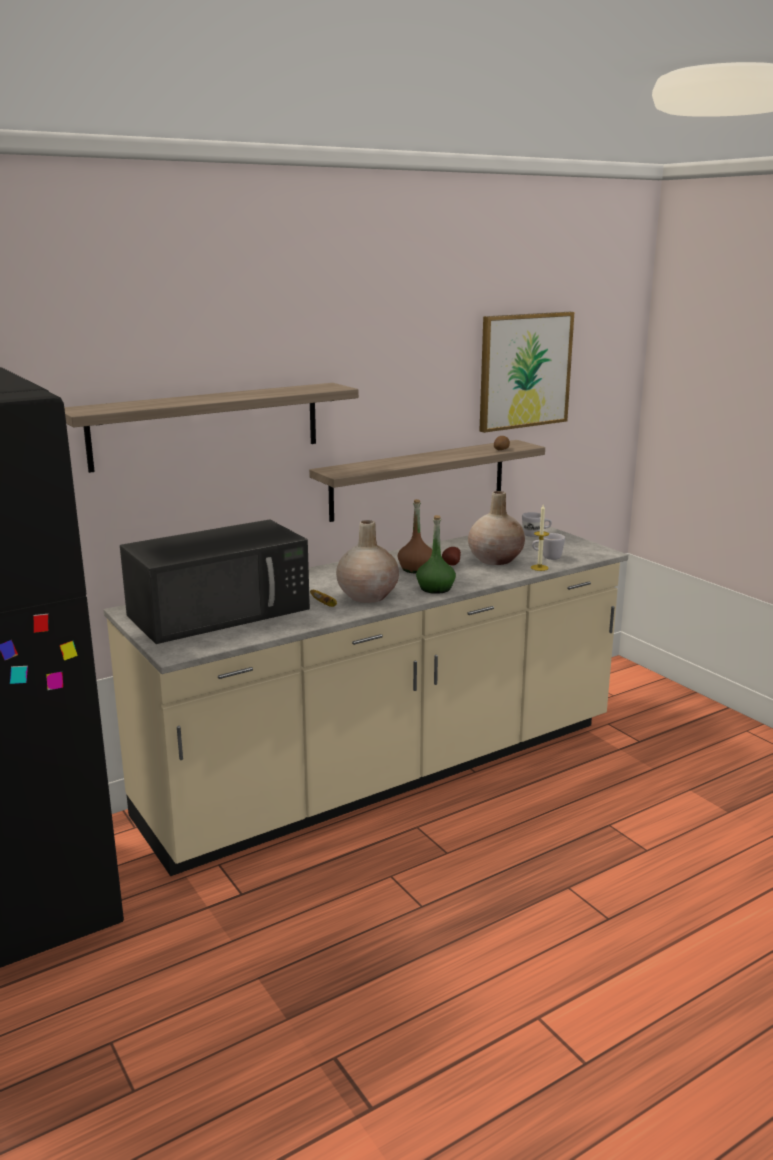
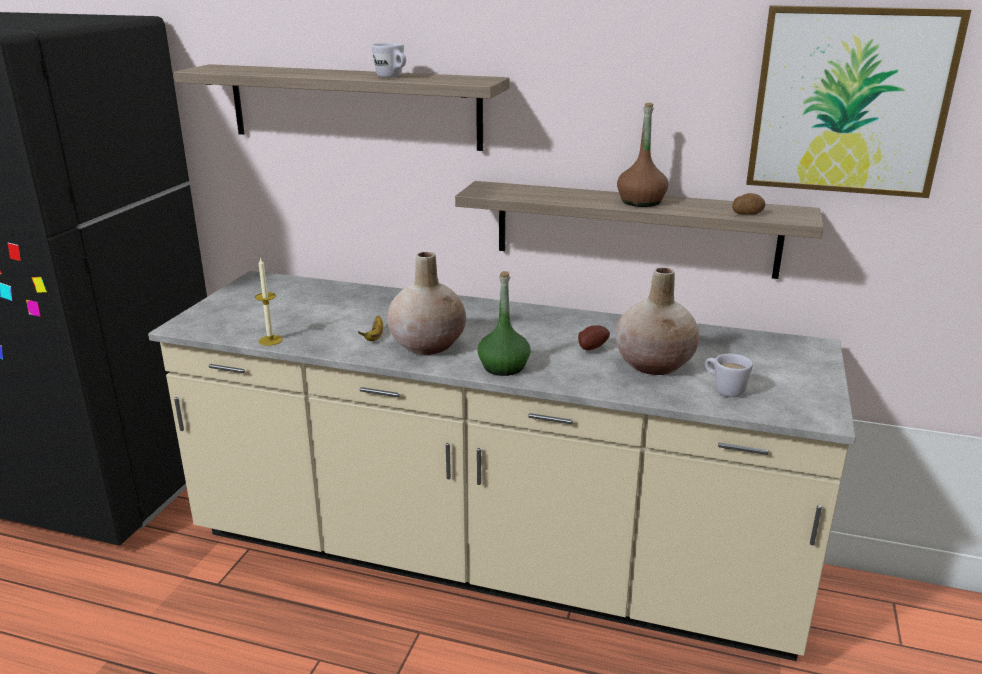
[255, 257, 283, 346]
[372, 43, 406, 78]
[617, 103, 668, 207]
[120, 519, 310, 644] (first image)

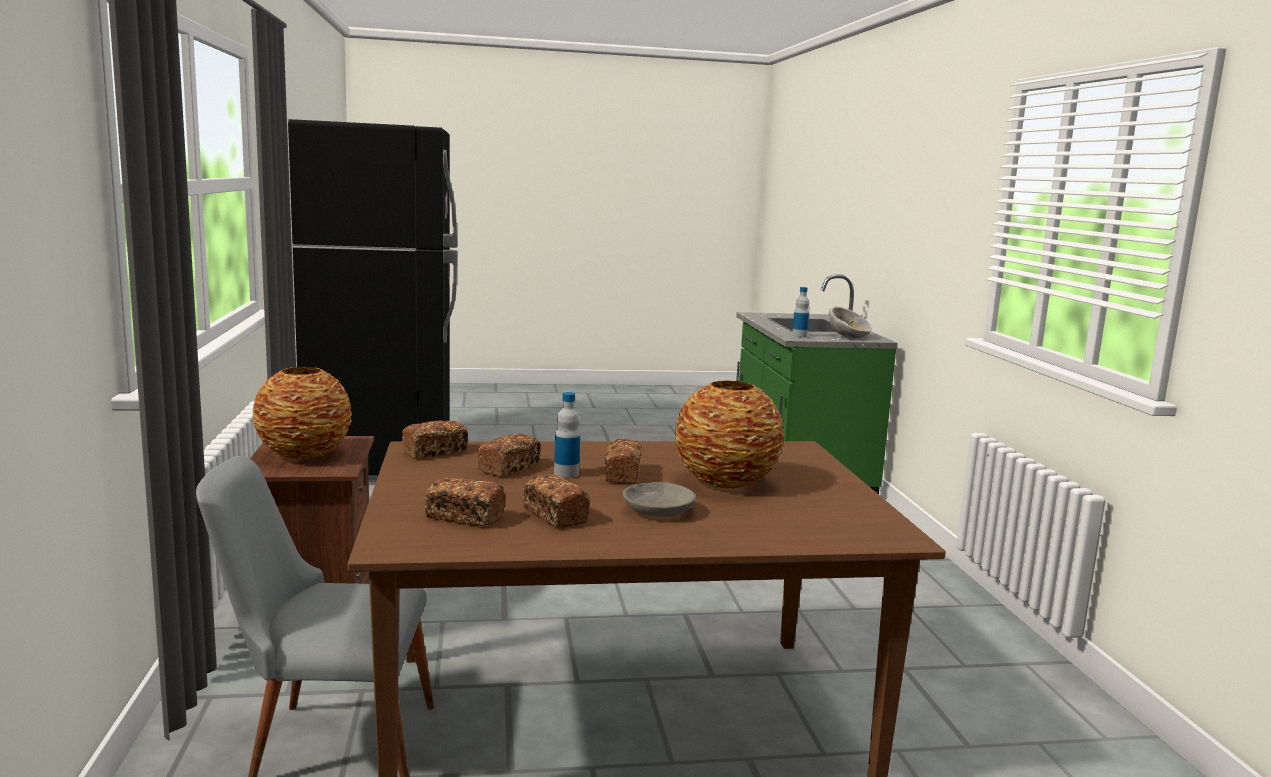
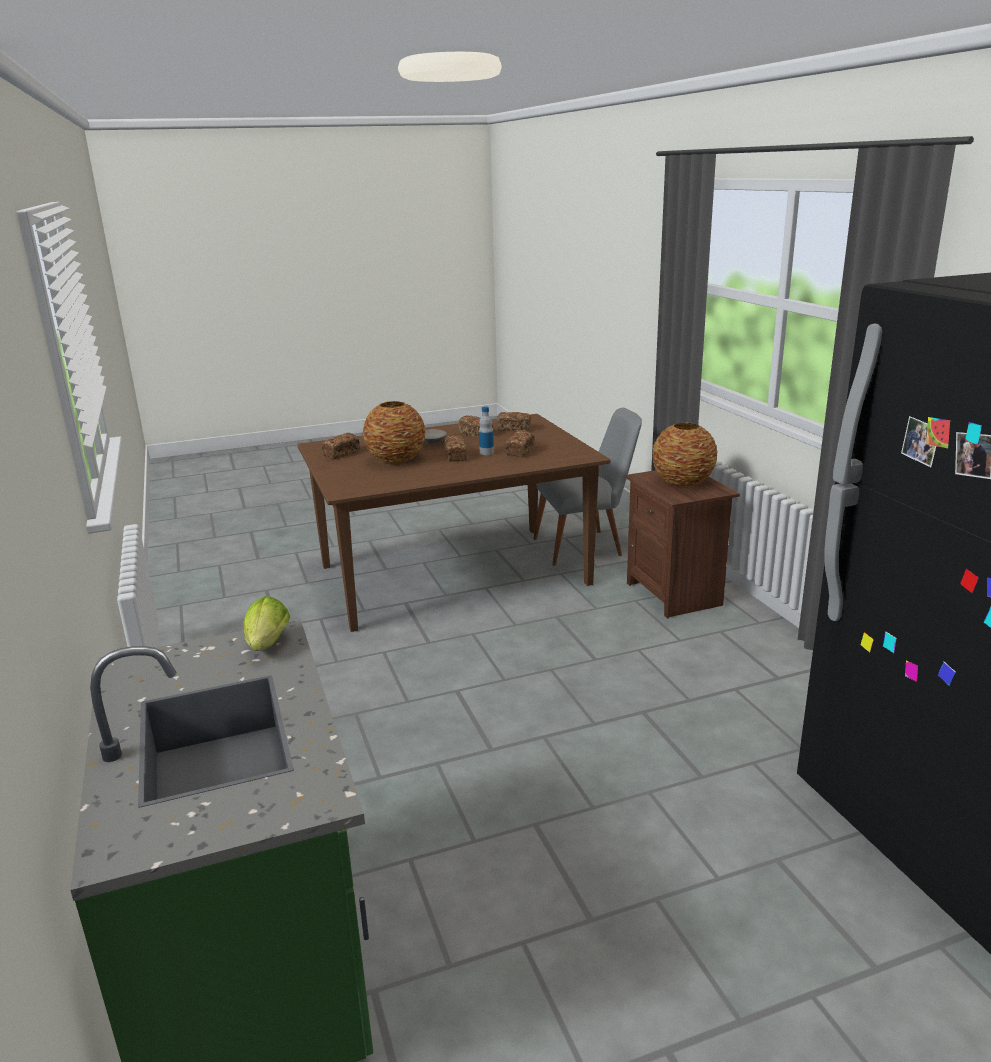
[244, 596, 290, 651]
[322, 433, 360, 459]
[829, 306, 871, 339] (first image)

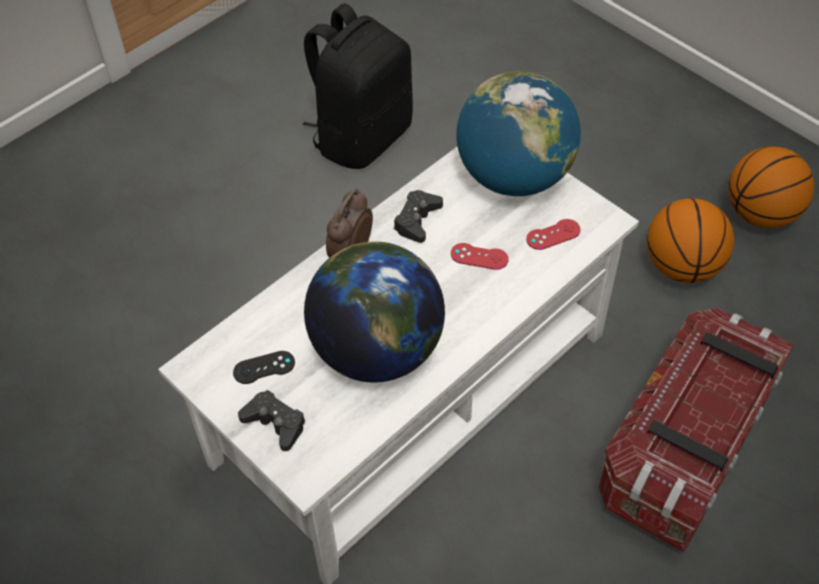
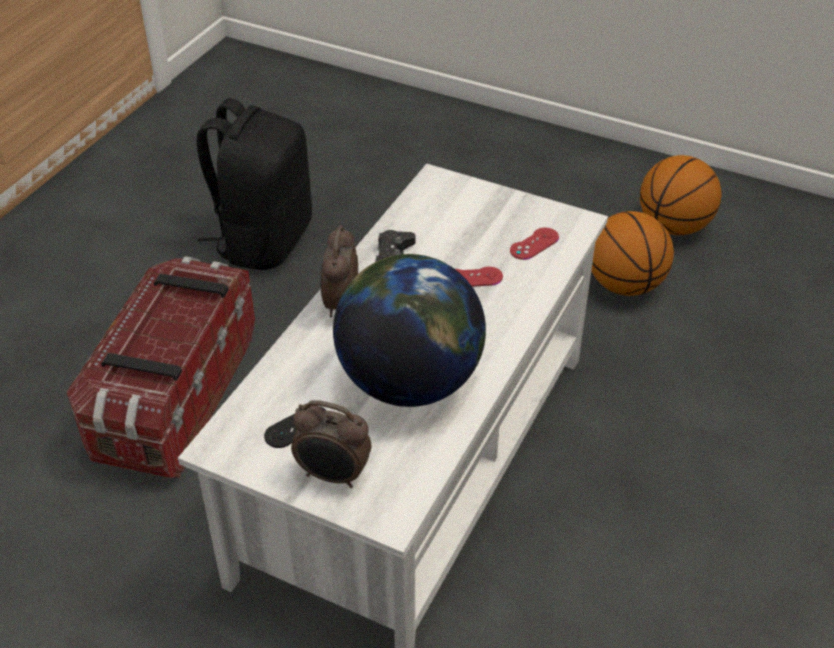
[67, 256, 255, 478]
[291, 400, 371, 488]
[456, 72, 581, 196] (first image)

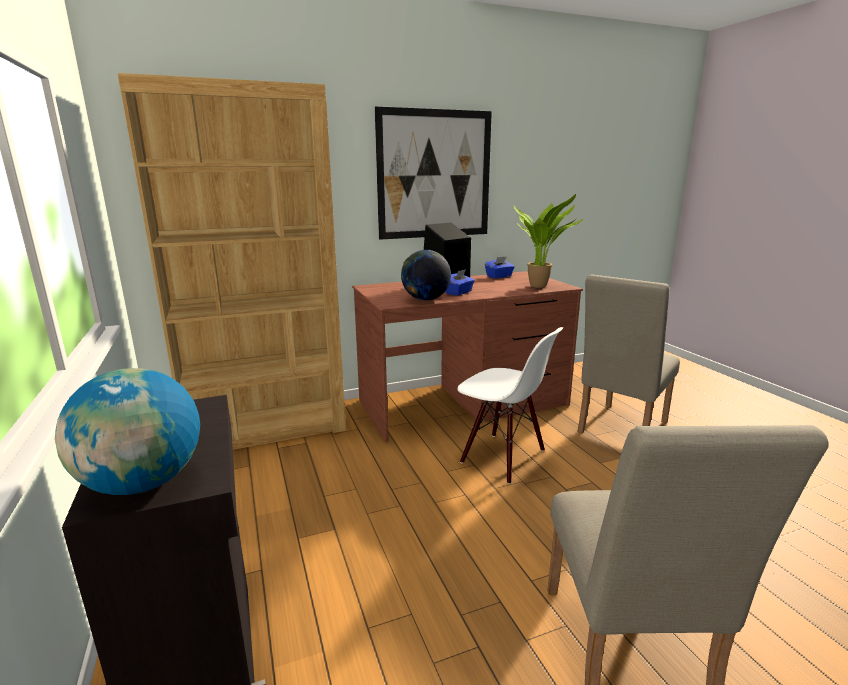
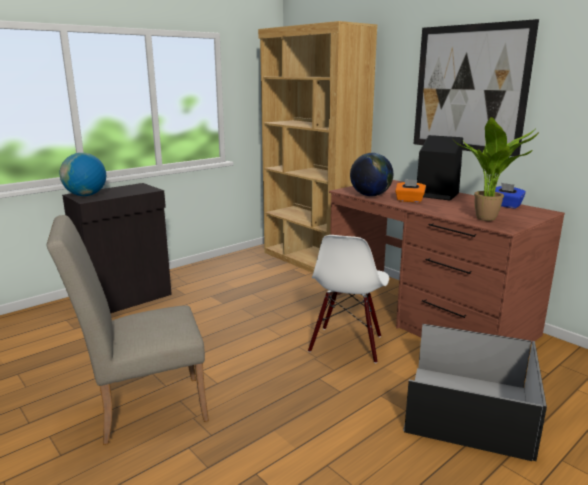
[395, 179, 426, 203]
[403, 324, 547, 461]

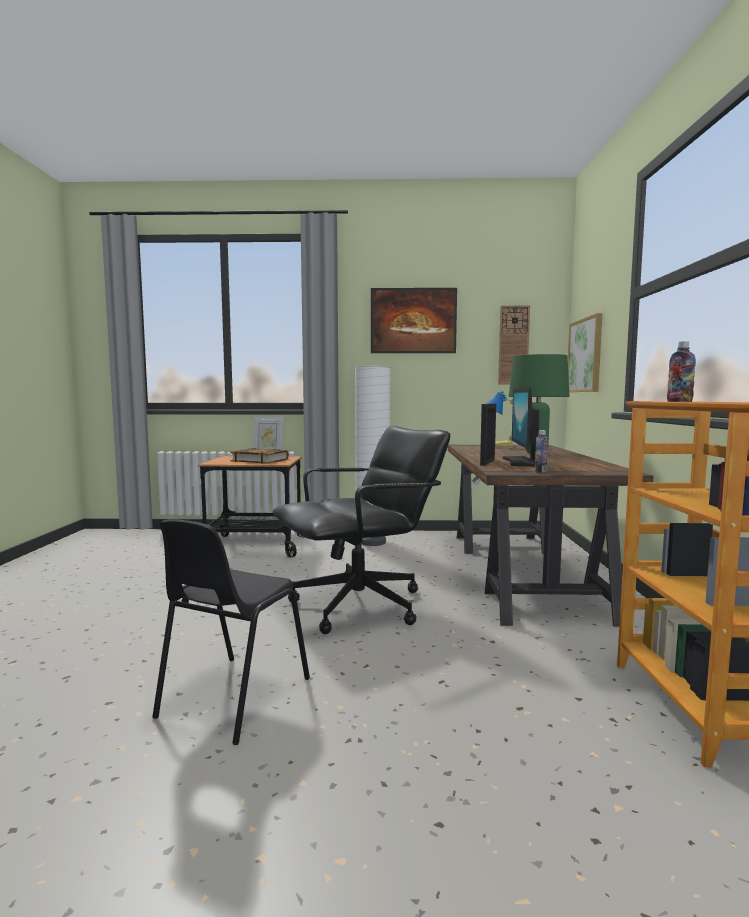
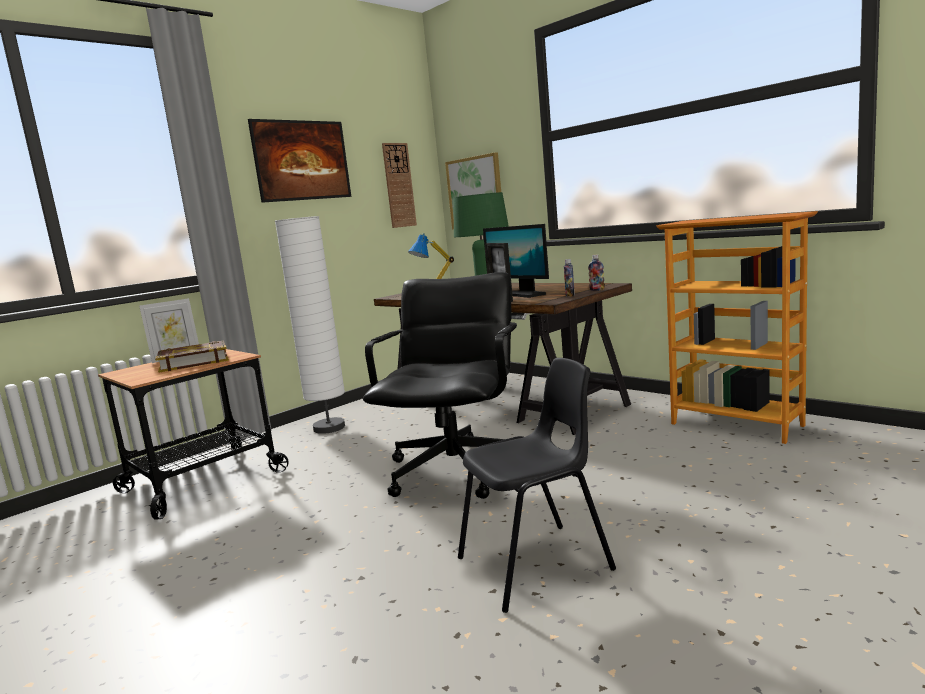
[458, 358, 616, 613]
[588, 255, 605, 291]

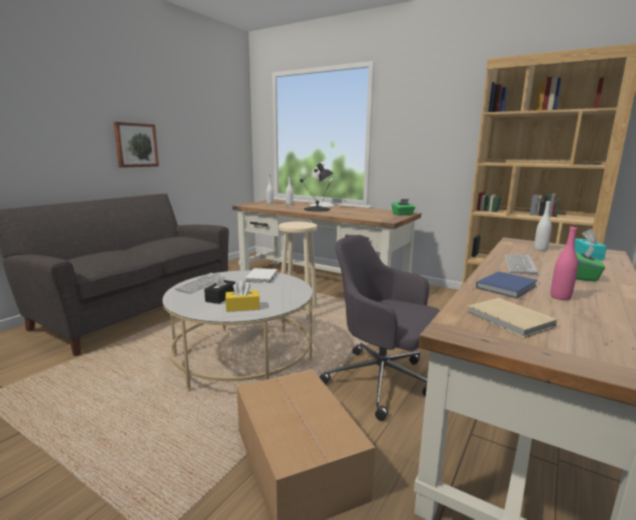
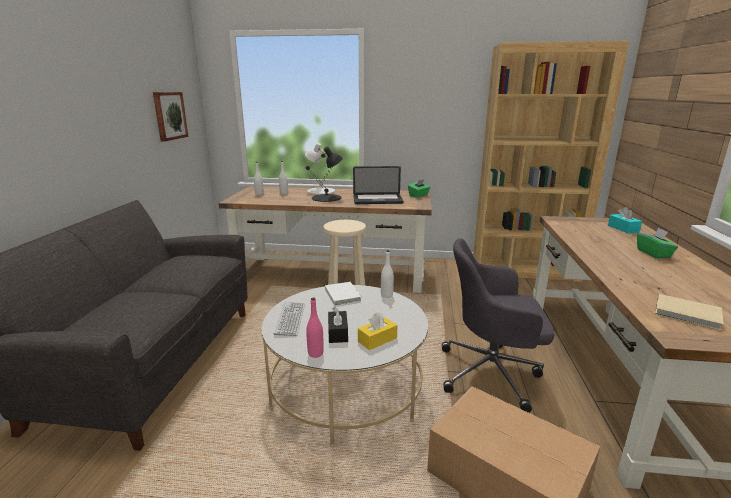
[153, 92, 189, 141]
[306, 298, 324, 358]
[353, 166, 403, 204]
[381, 250, 394, 298]
[476, 271, 537, 298] (first image)
[505, 254, 538, 275] (first image)

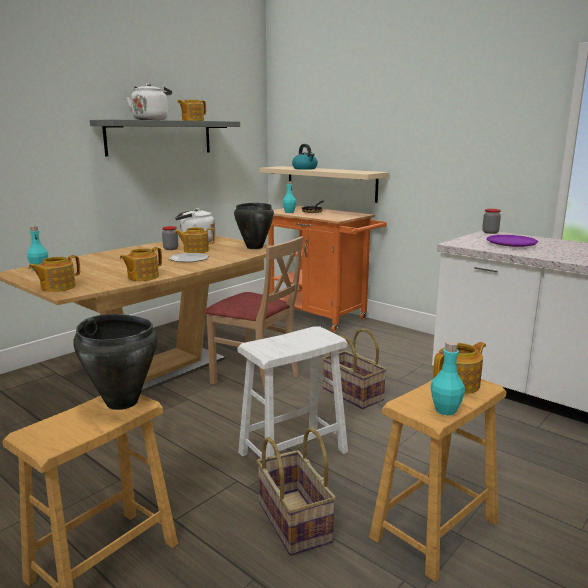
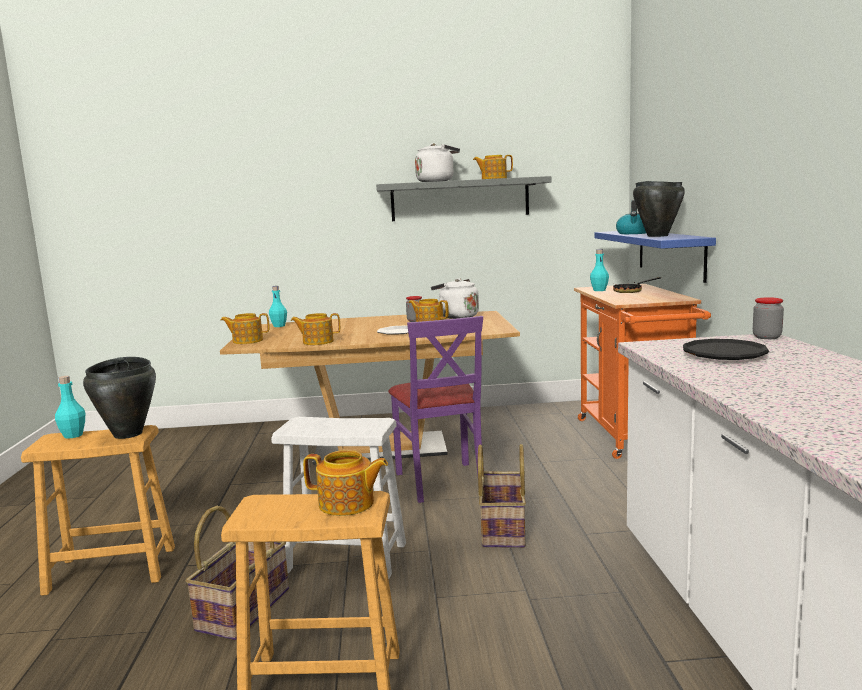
[55, 376, 85, 439]
[388, 316, 483, 503]
[595, 231, 716, 283]
[633, 181, 685, 237]
[683, 339, 769, 360]

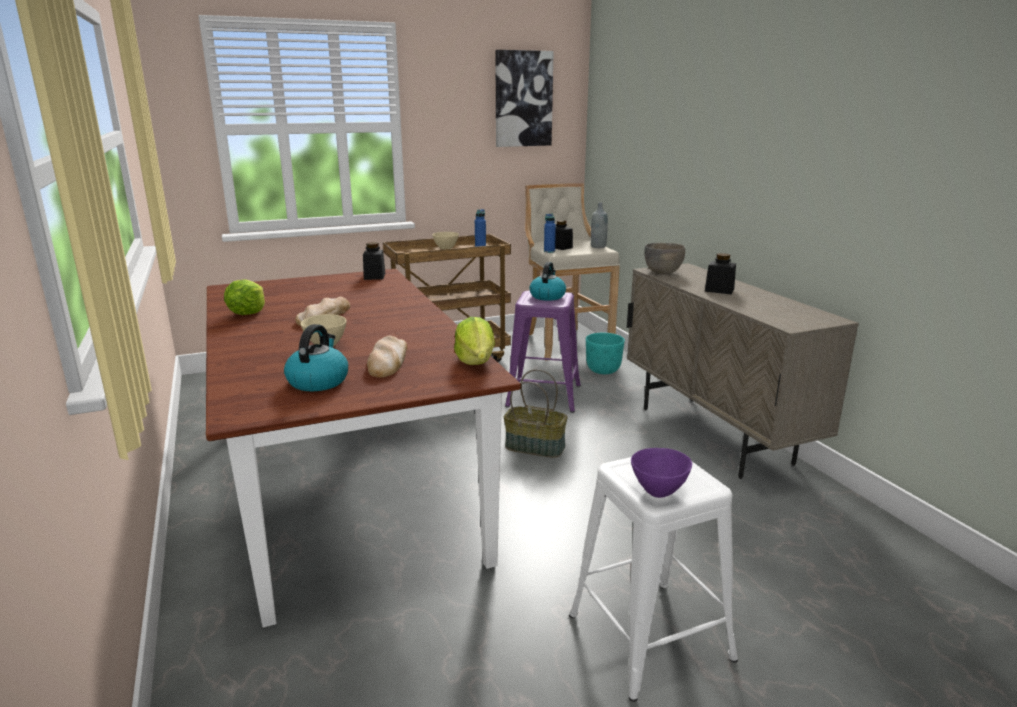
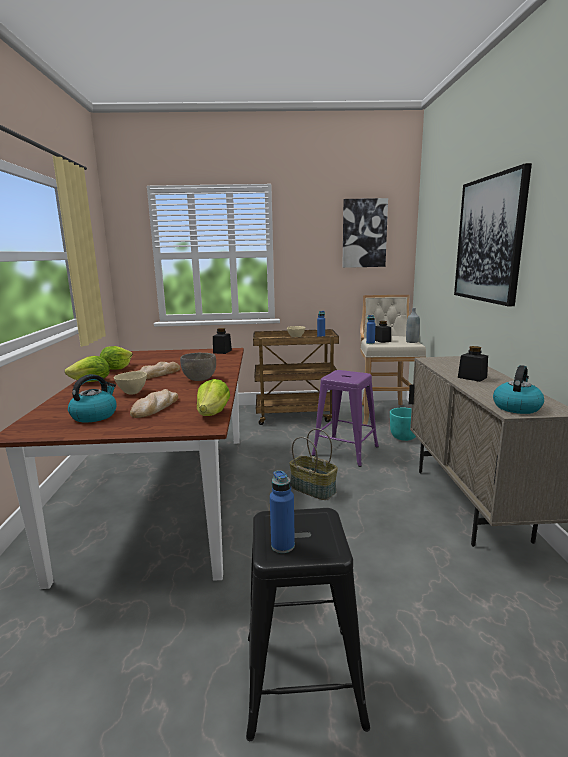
[65, 356, 110, 382]
[180, 353, 216, 381]
[246, 508, 370, 741]
[270, 470, 295, 553]
[454, 163, 532, 306]
[493, 365, 544, 414]

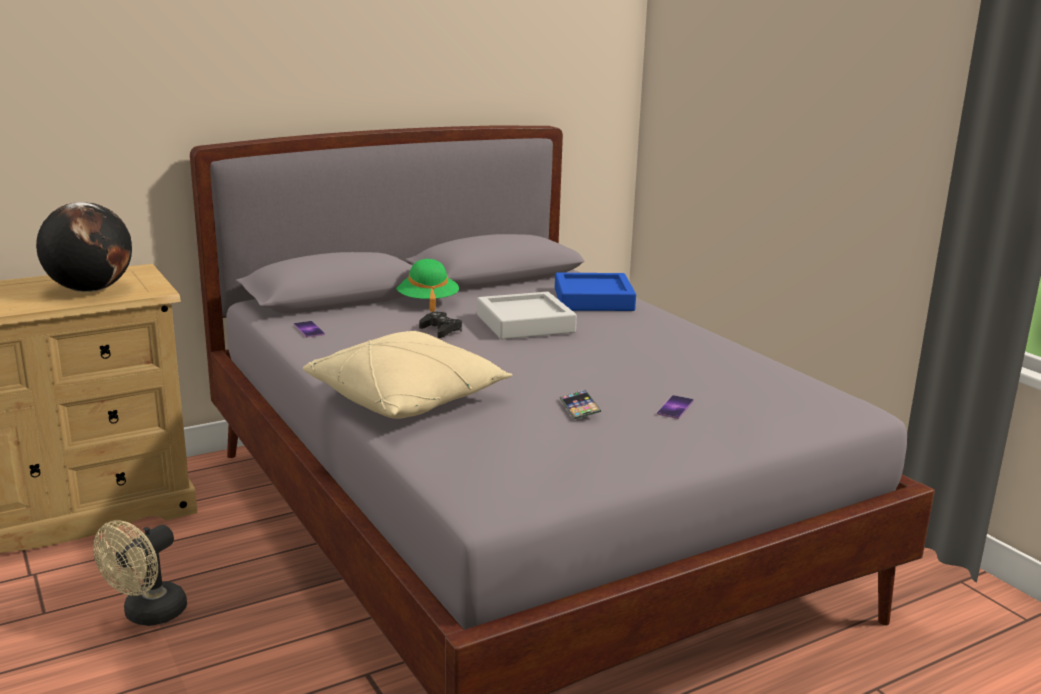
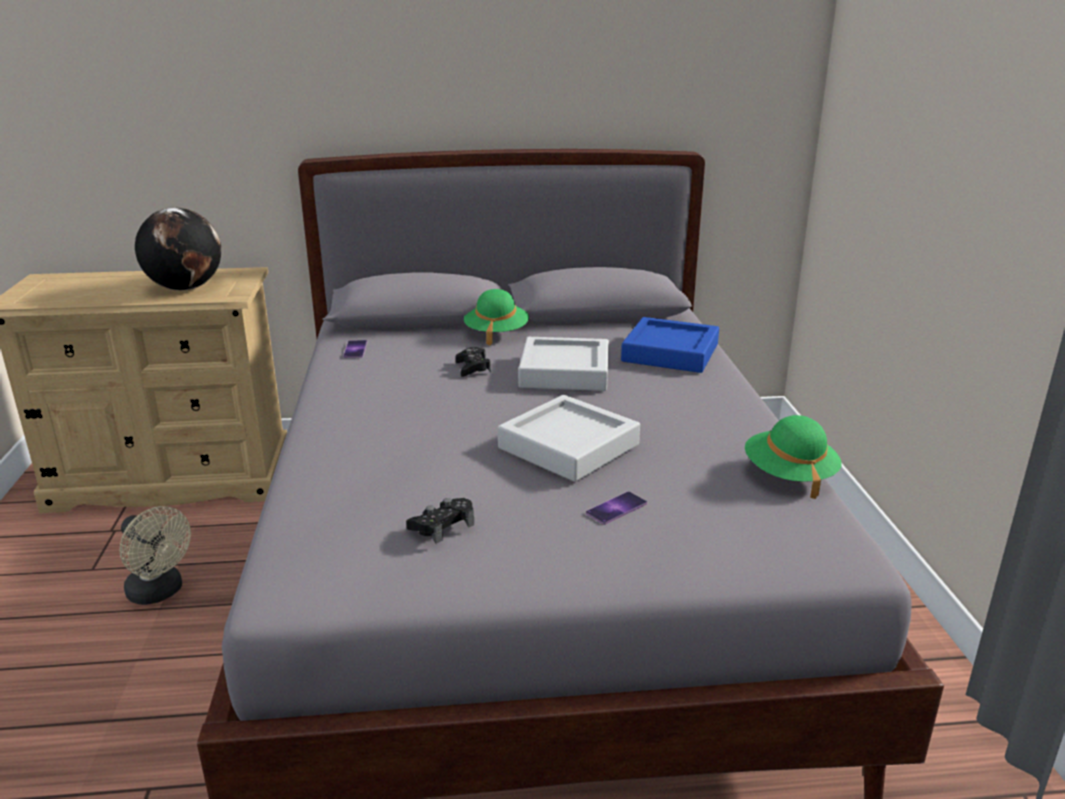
[119, 506, 191, 605]
[406, 498, 474, 543]
[498, 395, 640, 482]
[745, 415, 841, 499]
[303, 331, 513, 419] (first image)
[560, 390, 601, 419] (first image)

